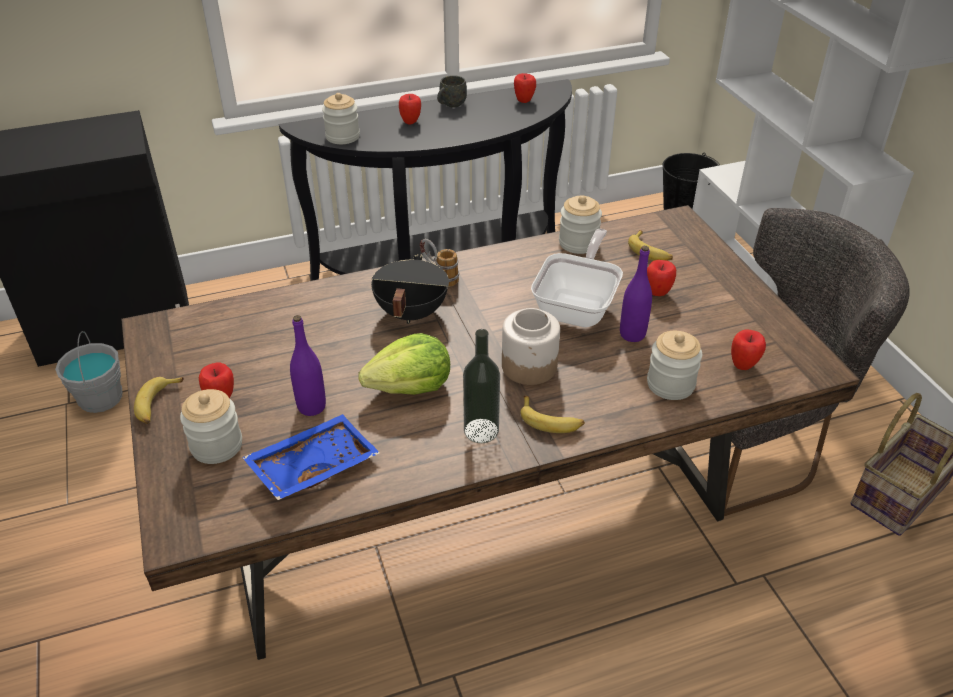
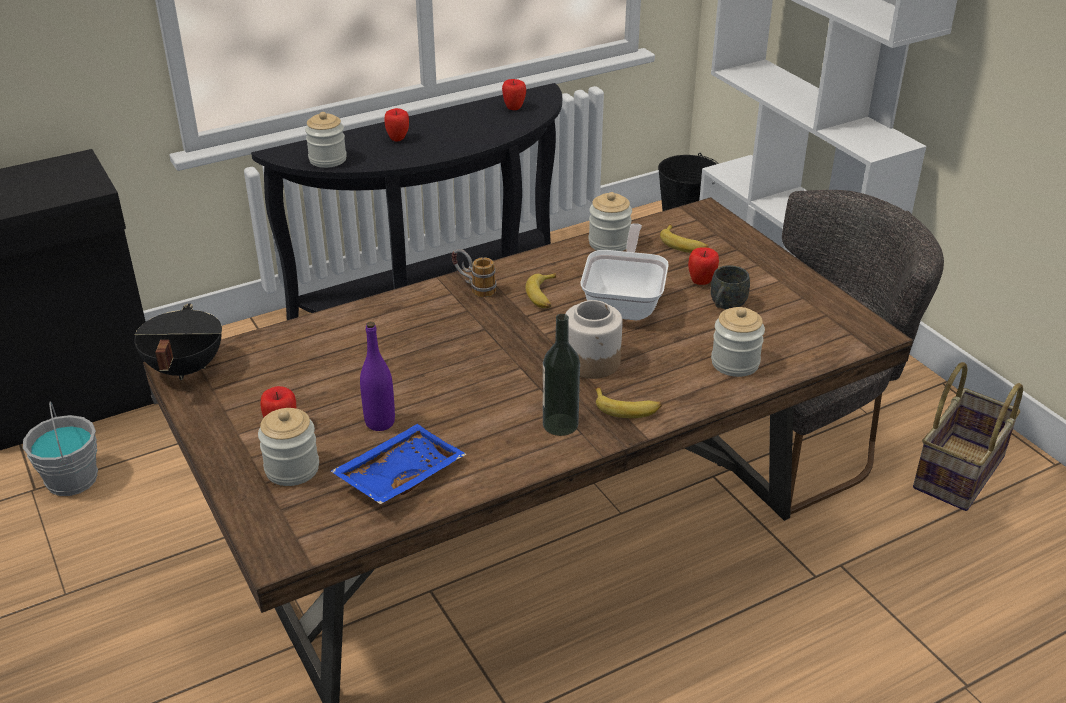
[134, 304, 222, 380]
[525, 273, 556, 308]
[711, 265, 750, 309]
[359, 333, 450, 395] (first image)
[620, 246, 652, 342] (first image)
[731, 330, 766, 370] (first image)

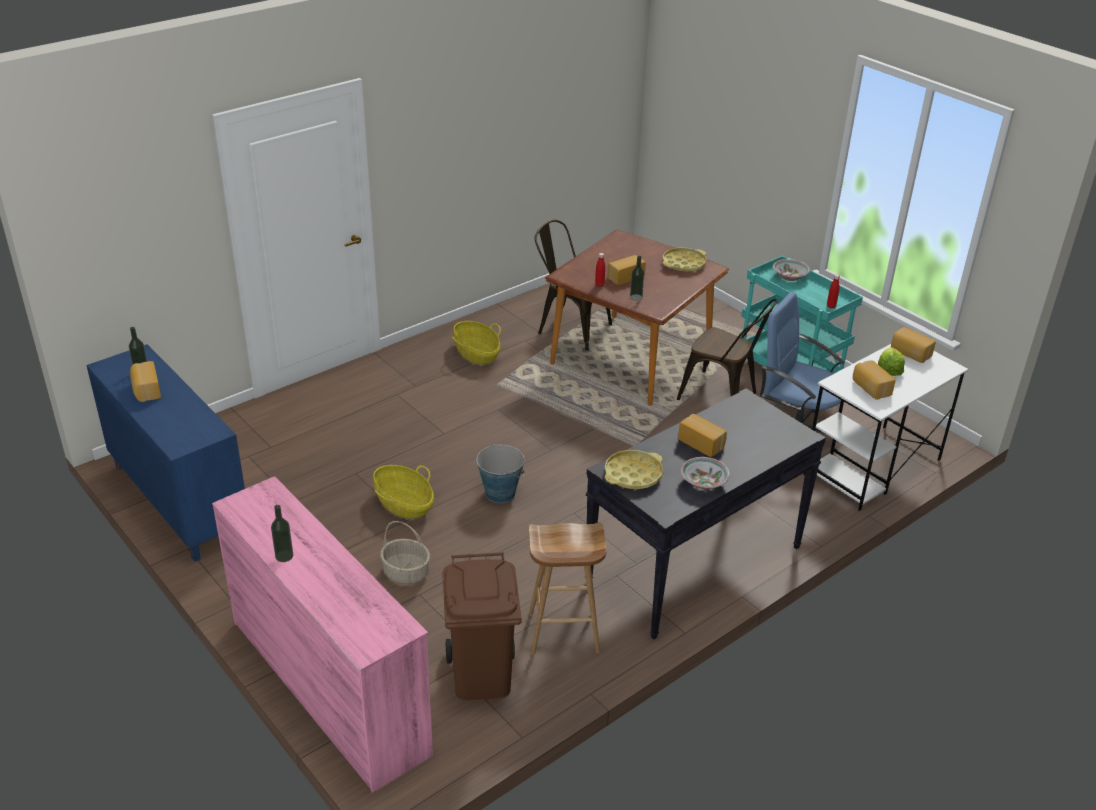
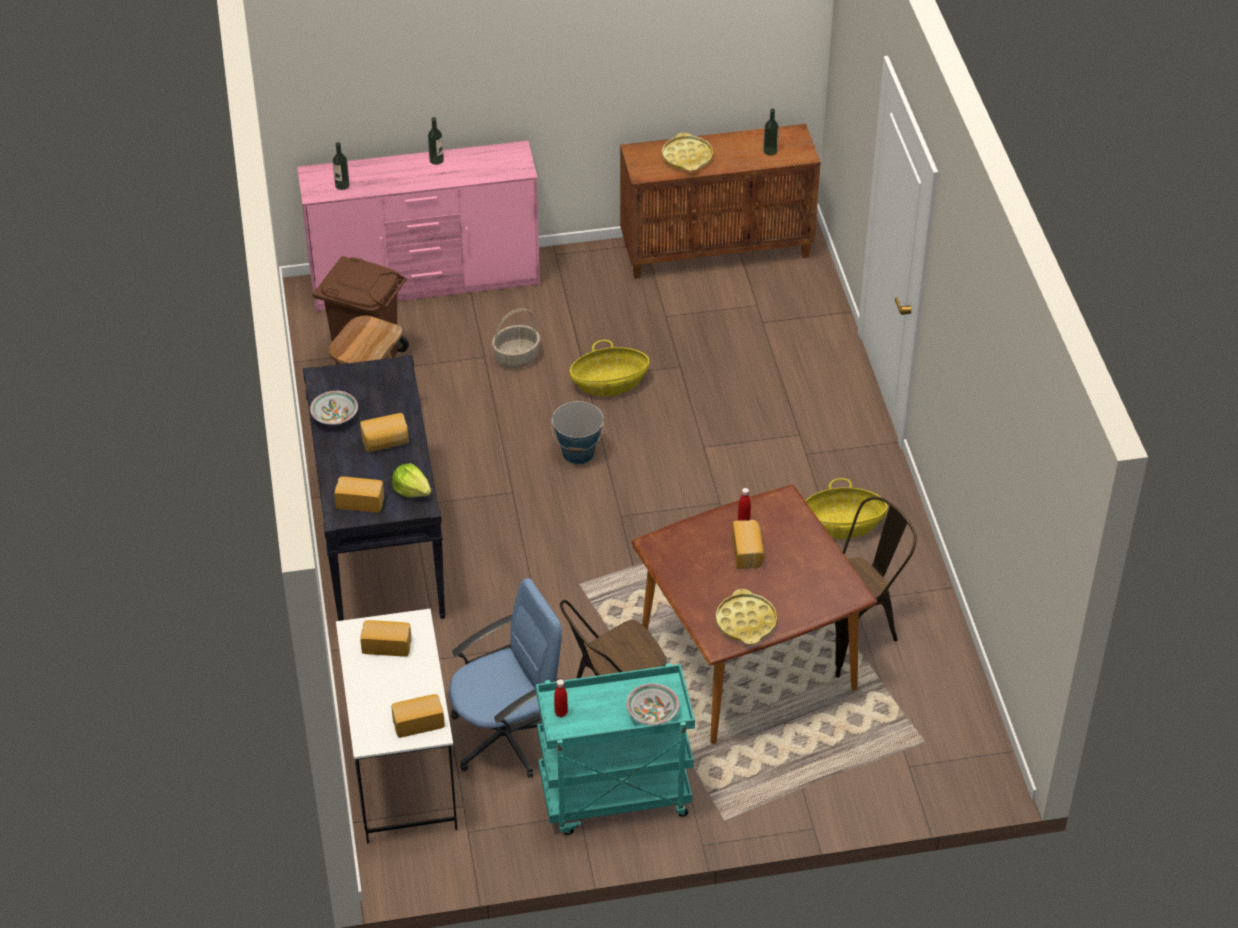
[333, 142, 350, 190]
[334, 477, 384, 513]
[392, 463, 431, 497]
[620, 124, 821, 279]
[662, 133, 713, 171]

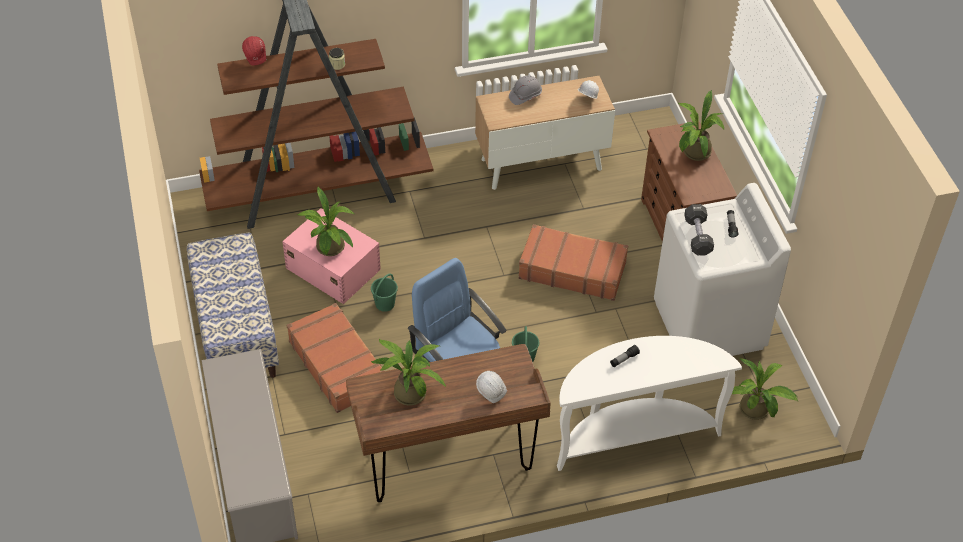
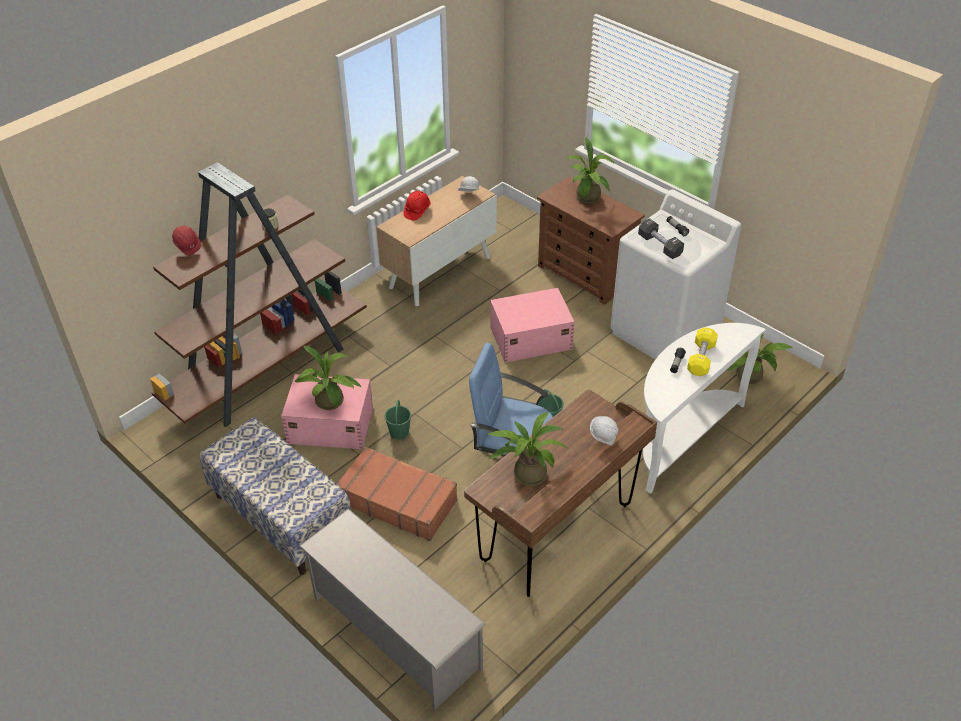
[403, 191, 431, 220]
[490, 288, 575, 362]
[687, 327, 718, 376]

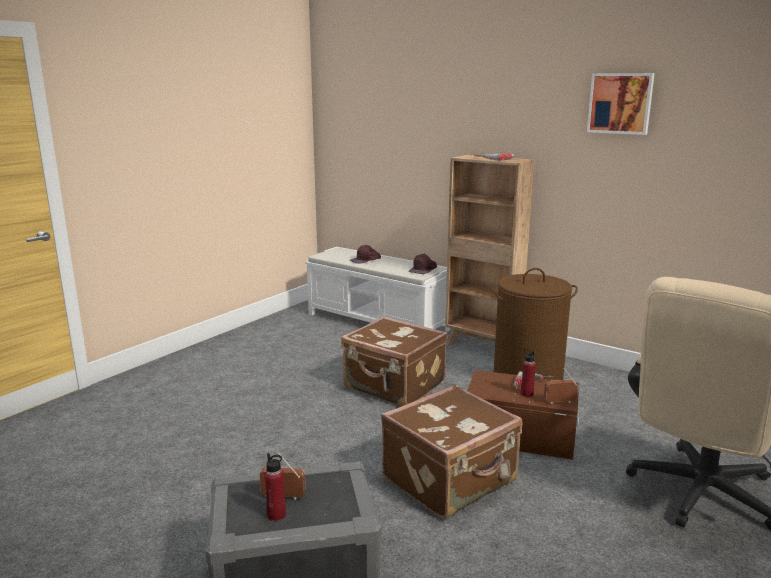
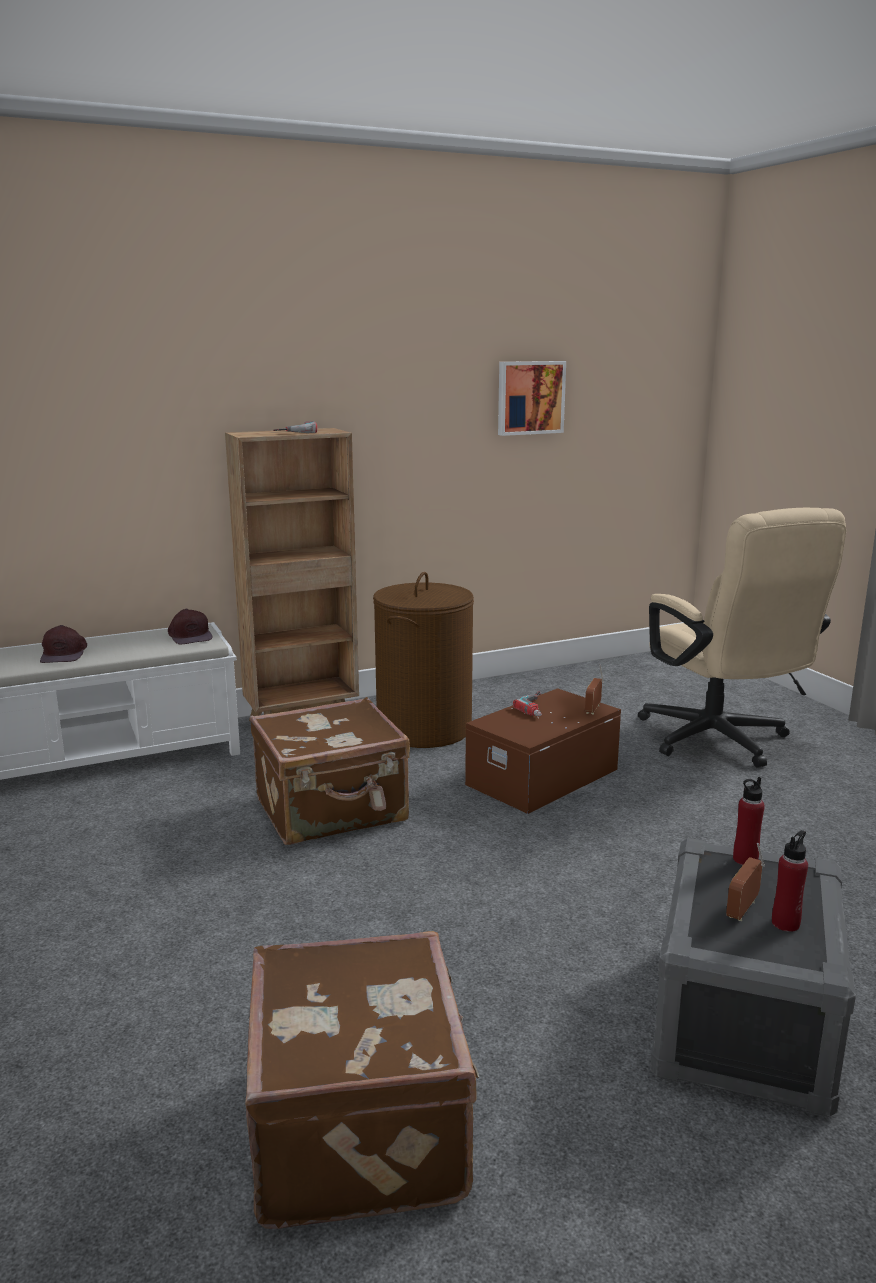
[245, 931, 480, 1229]
[498, 361, 566, 436]
[733, 777, 765, 865]

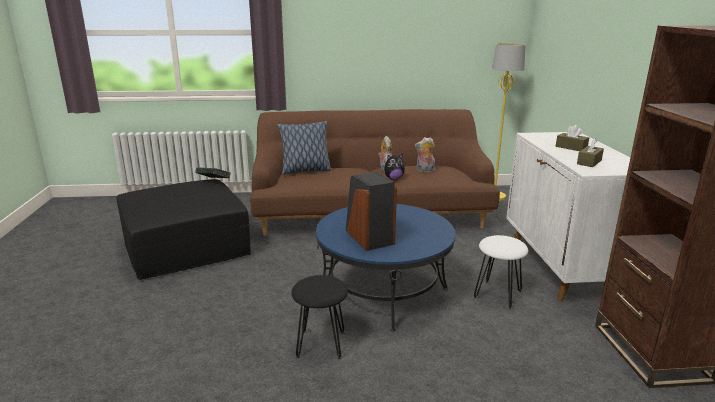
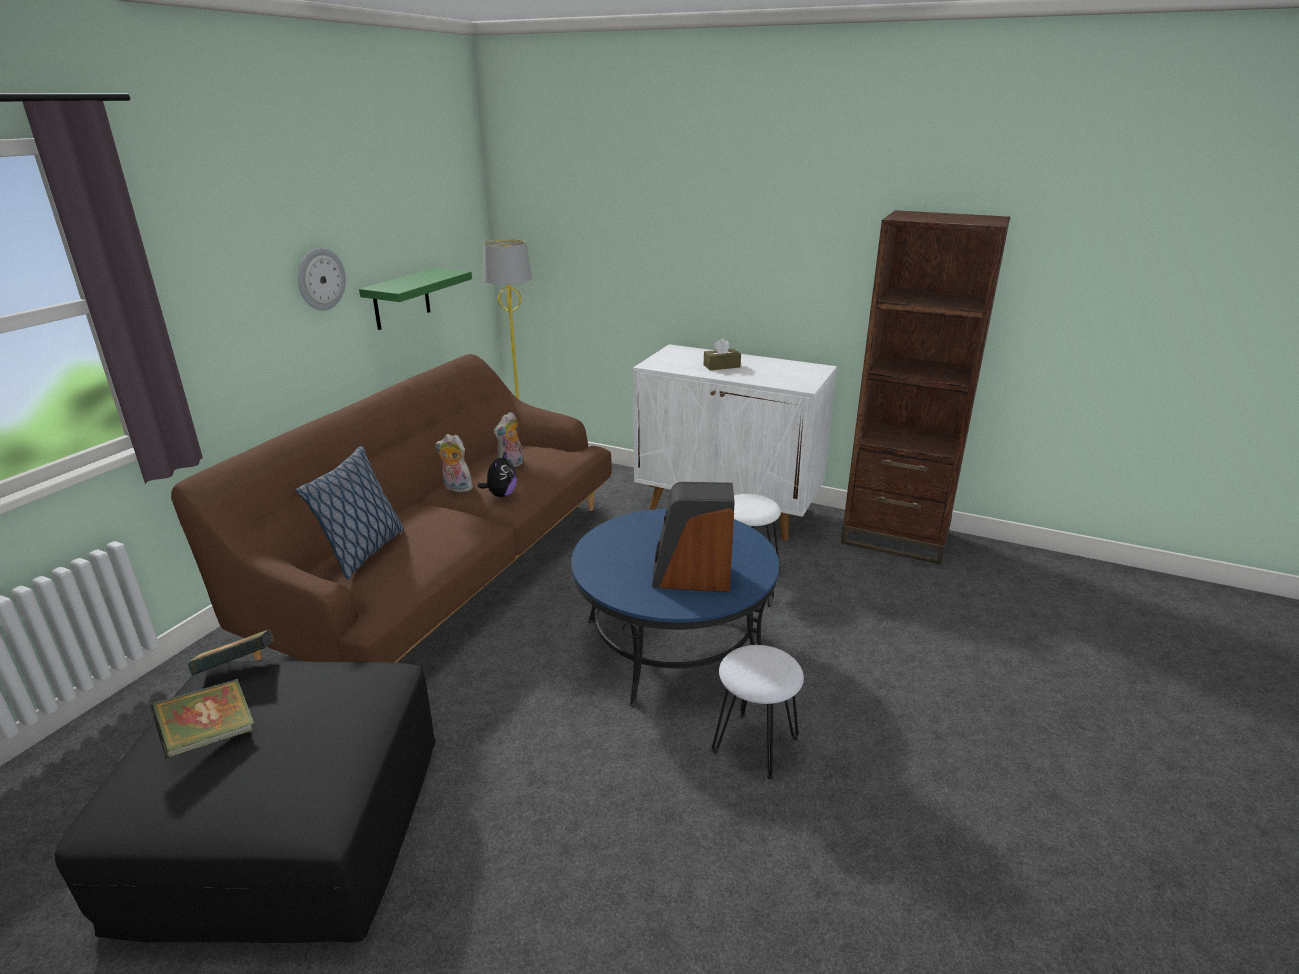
[151, 679, 254, 758]
[298, 248, 346, 311]
[359, 268, 472, 330]
[712, 645, 804, 779]
[577, 138, 604, 167] (first image)

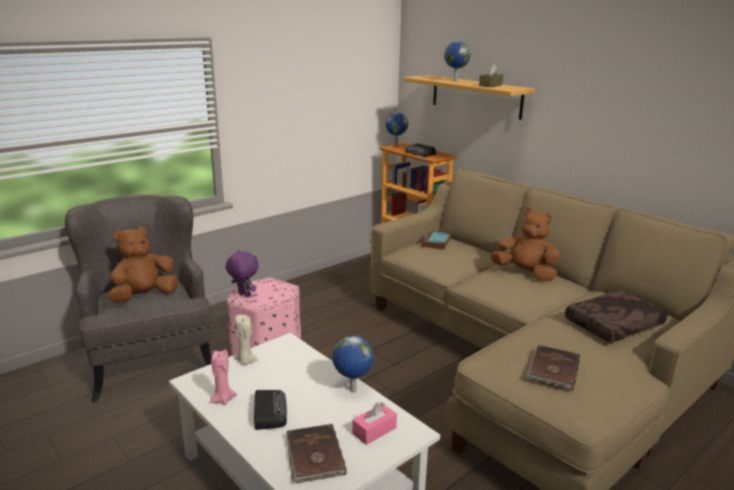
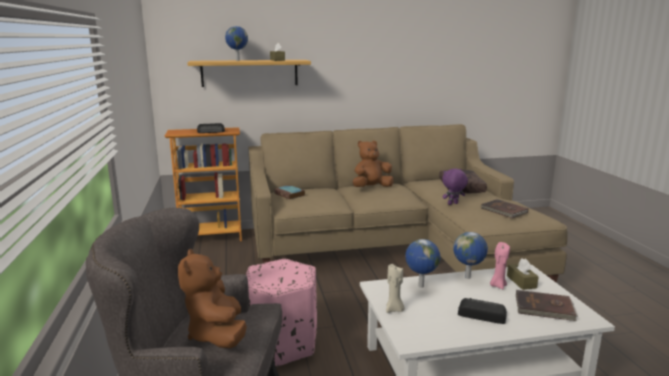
[405, 239, 440, 288]
[442, 168, 468, 205]
[490, 242, 510, 289]
[507, 258, 539, 290]

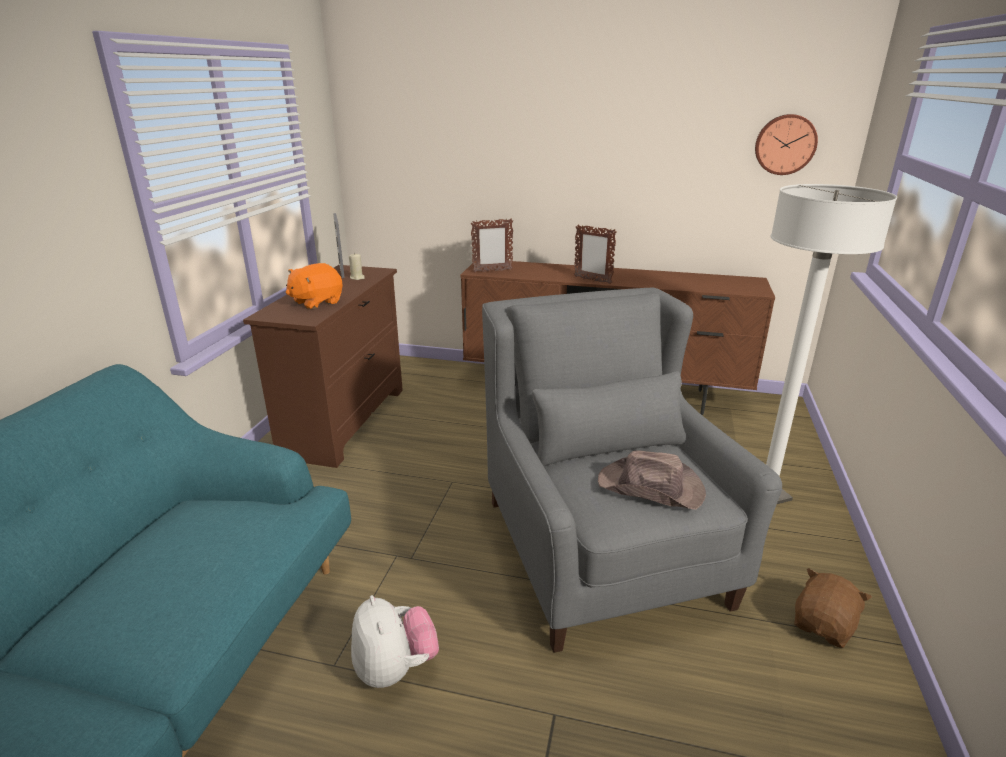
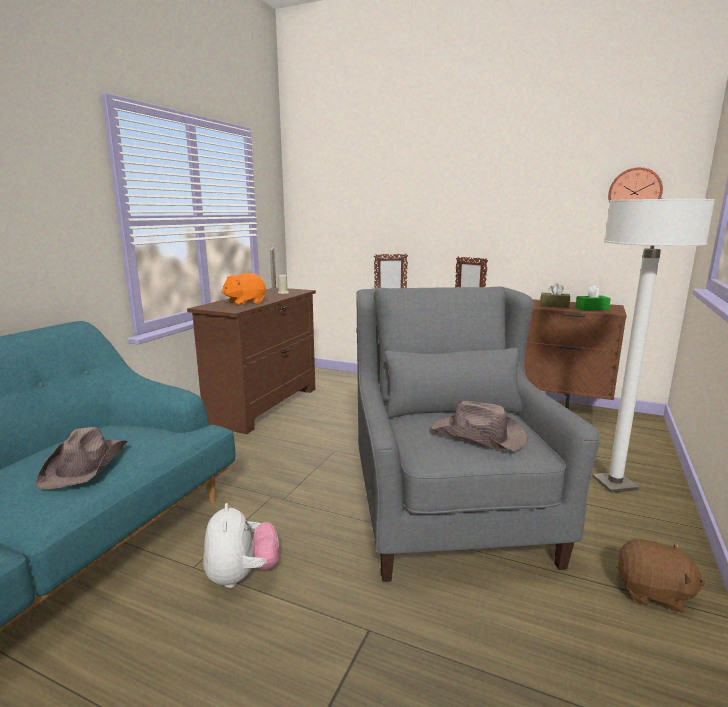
[36, 427, 128, 489]
[540, 283, 570, 308]
[576, 285, 611, 311]
[616, 538, 705, 613]

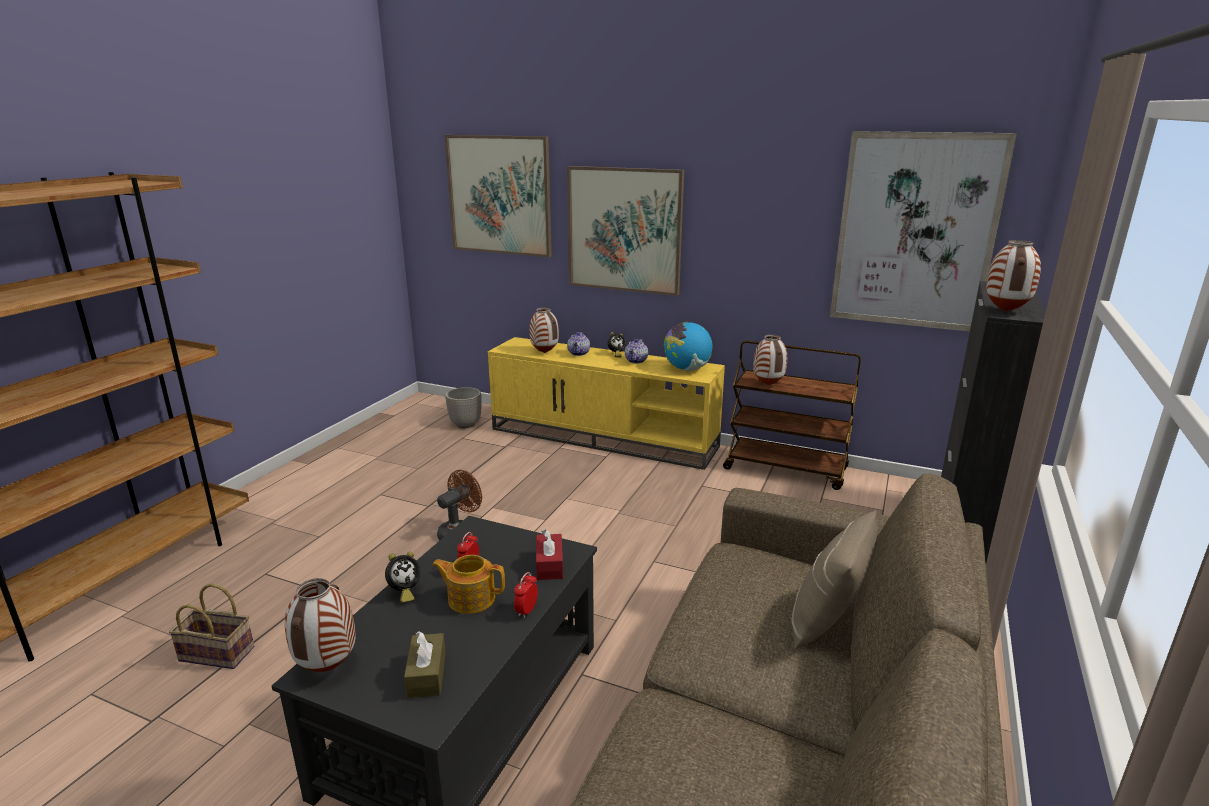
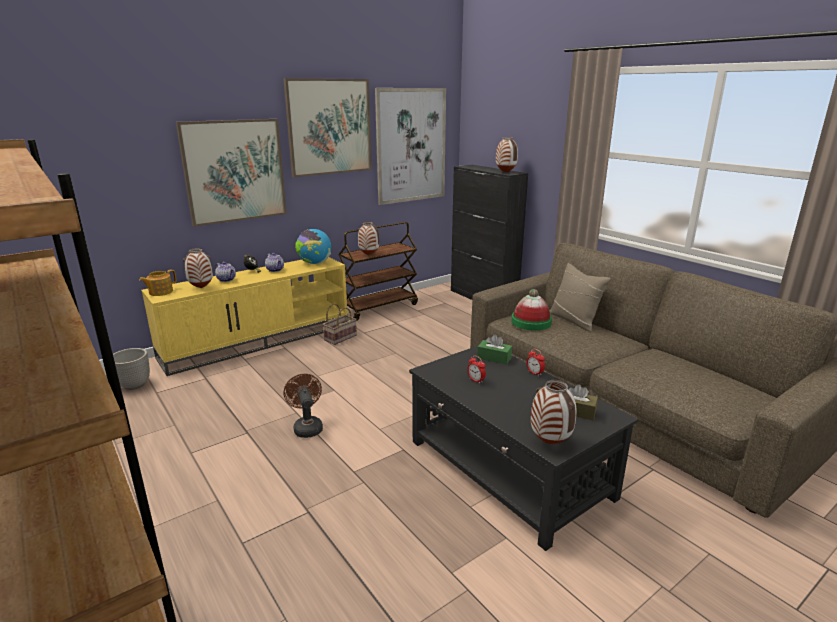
[139, 269, 176, 296]
[283, 78, 372, 177]
[322, 303, 357, 345]
[477, 334, 512, 364]
[511, 289, 552, 331]
[385, 552, 421, 603] (first image)

